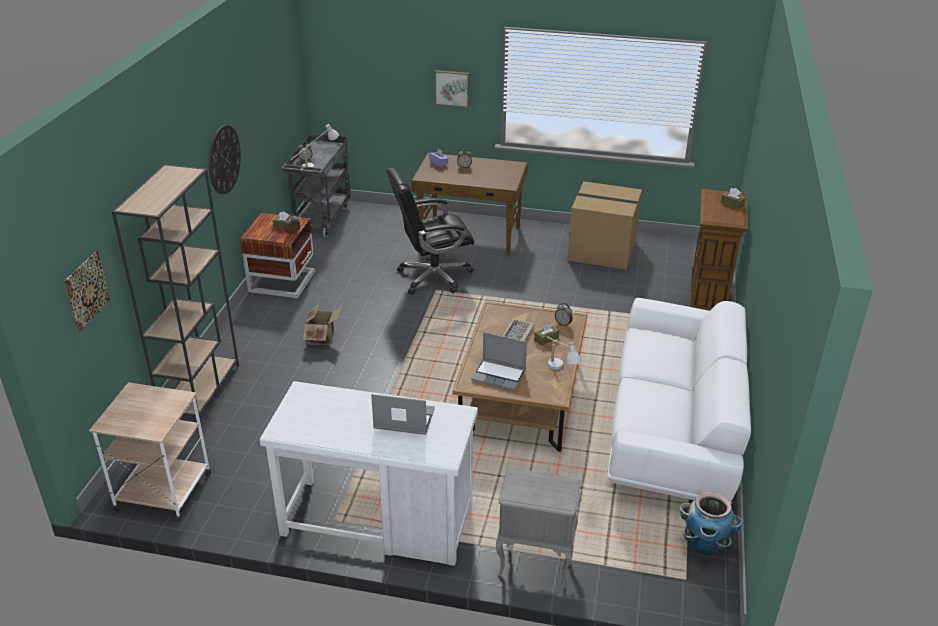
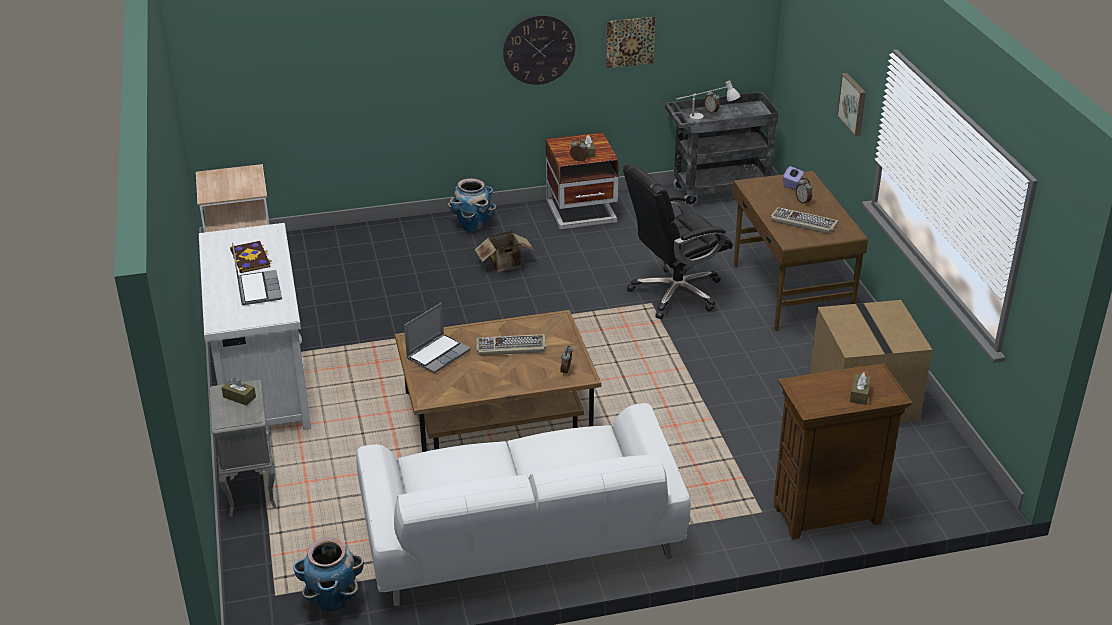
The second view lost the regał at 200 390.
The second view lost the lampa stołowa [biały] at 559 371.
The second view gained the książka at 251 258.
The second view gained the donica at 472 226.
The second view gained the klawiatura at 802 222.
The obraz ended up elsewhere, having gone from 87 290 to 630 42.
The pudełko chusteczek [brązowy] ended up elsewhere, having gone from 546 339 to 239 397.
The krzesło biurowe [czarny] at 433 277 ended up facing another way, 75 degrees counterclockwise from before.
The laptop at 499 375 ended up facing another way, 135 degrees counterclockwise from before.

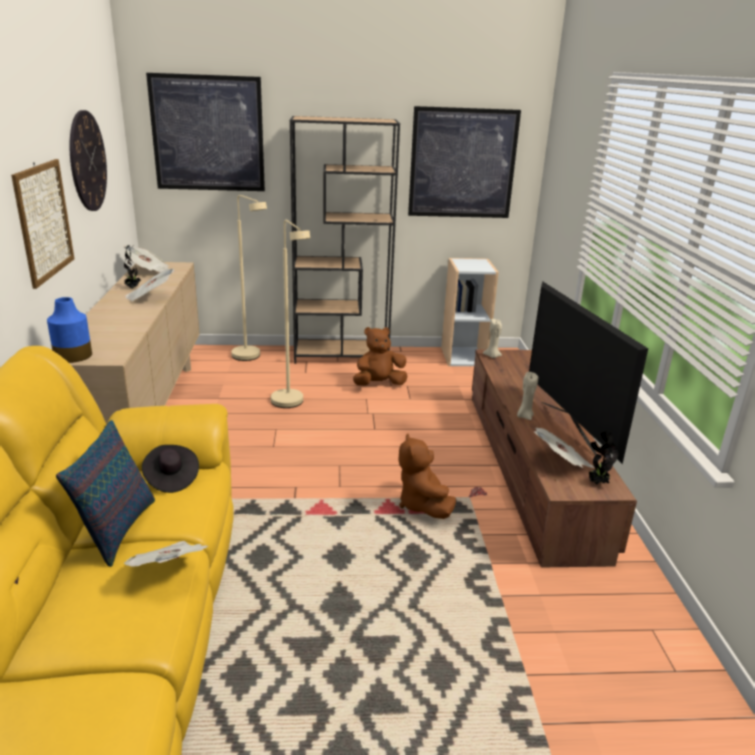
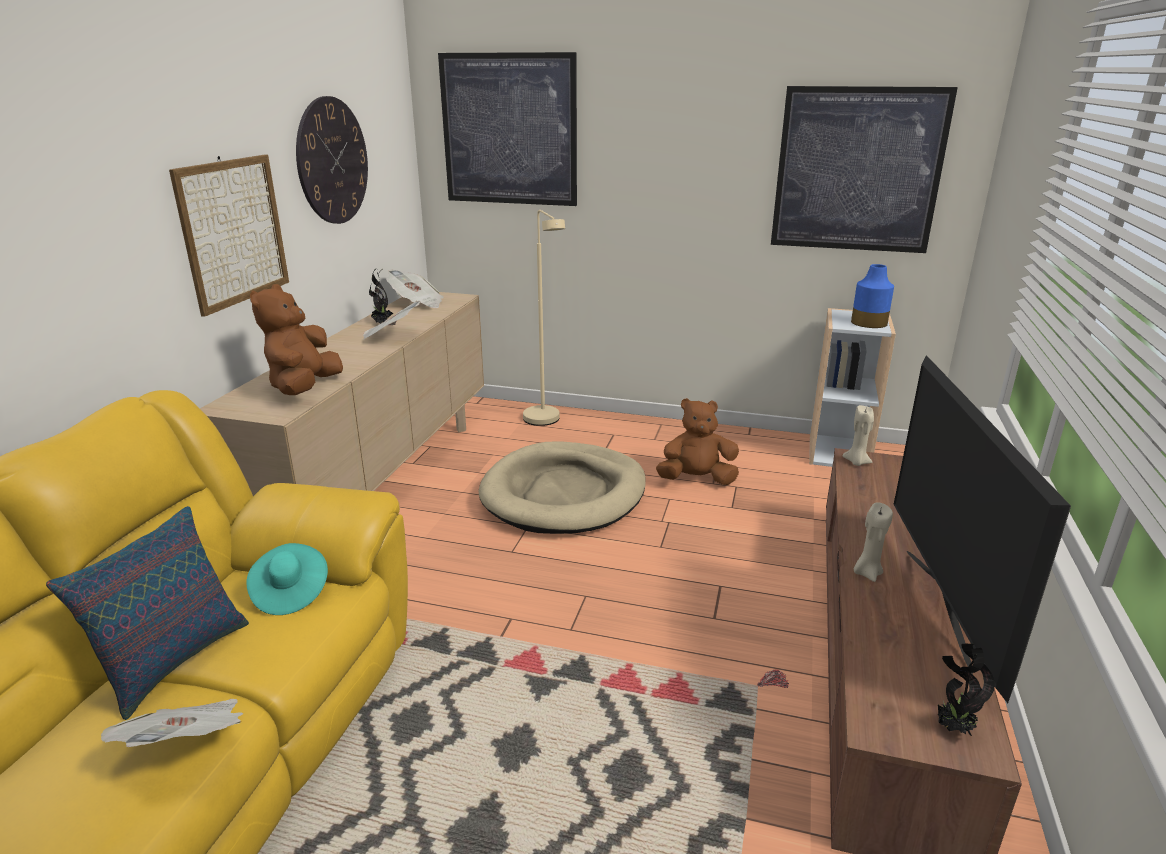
The second view lost the regał at 342 355.
The second view lost the gazeta at 561 463.
The wazon [niebieski] ended up elsewhere, having gone from 73 355 to 869 322.
The pluszak [brązowy] ended up elsewhere, having gone from 422 505 to 304 388.
Where the lampa stojąca [beżowy] stood at 291 404, the legowisko [beżowy] came to stand at 564 493.
What was the kapelusz [czarny] at 171 478 turned into the kapelusz [turkusowy] at 290 593.

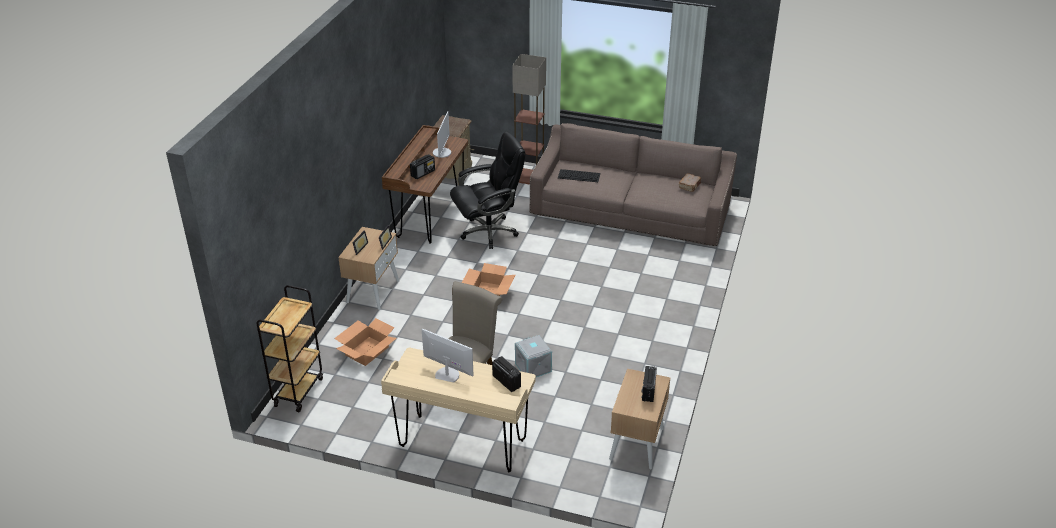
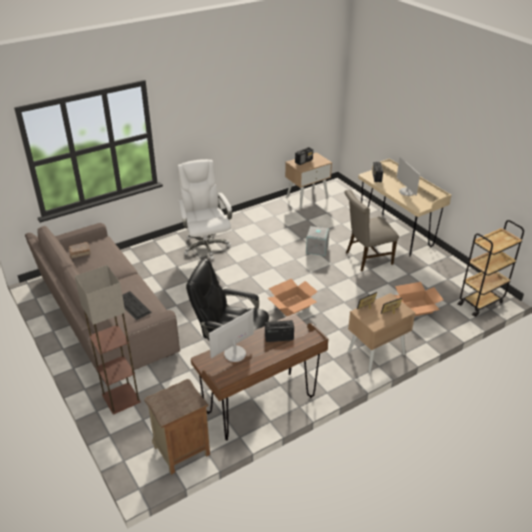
The second view gained the krzesło biurowe [biały] at 206 246.

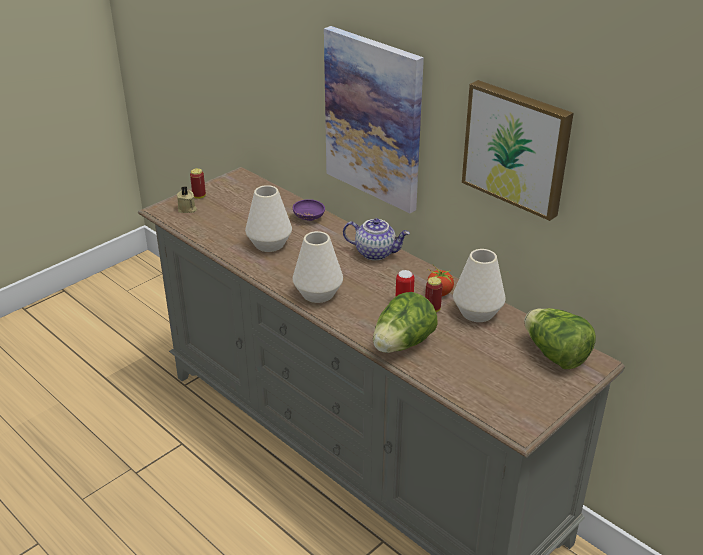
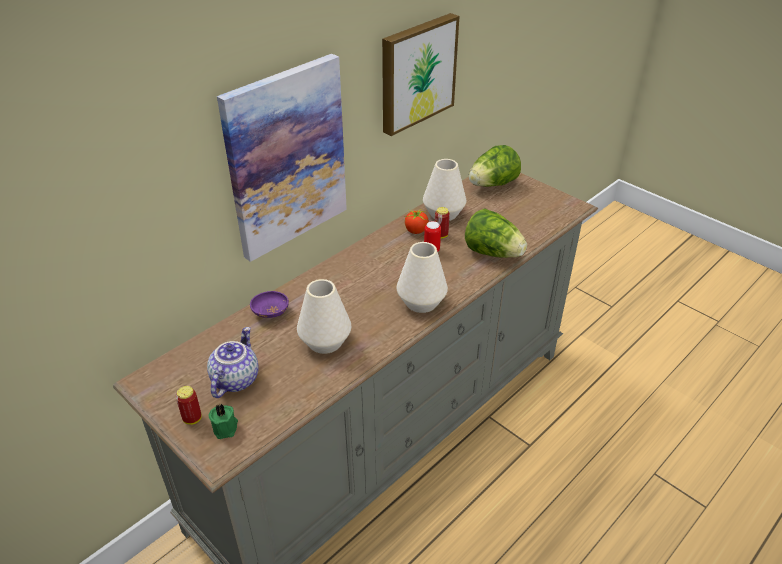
The imbryk ended up elsewhere, having gone from 376 252 to 234 379.
What was the świeca [beżowy] at 187 209 turned into the świeca [zielony] at 226 428.

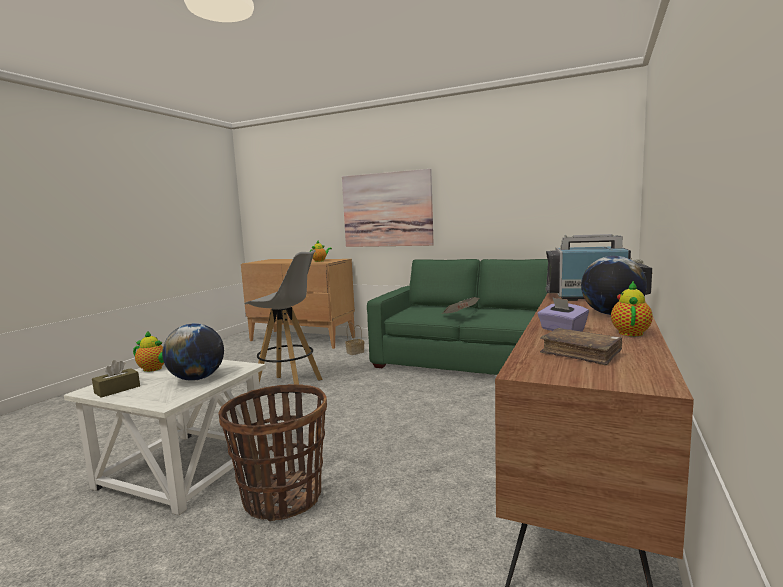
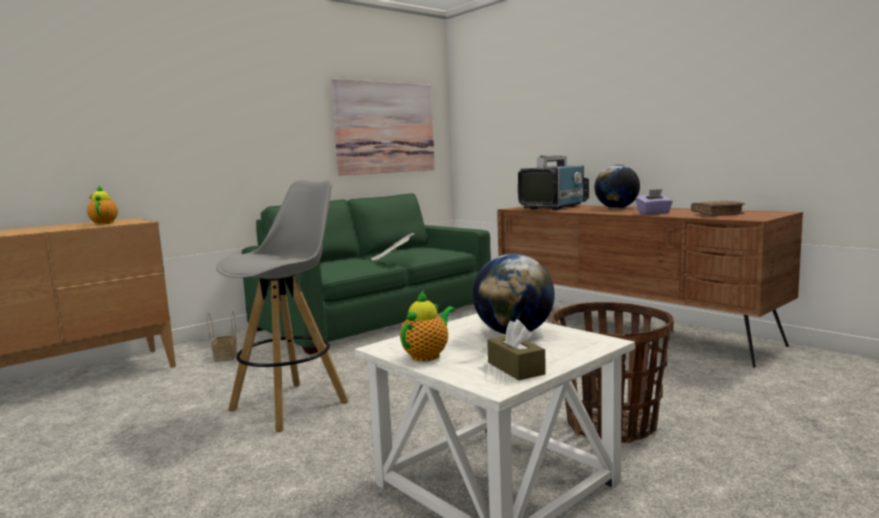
The second view lost the imbryk at 630 332.
The obraz ended up elsewhere, having gone from 387 209 to 385 128.

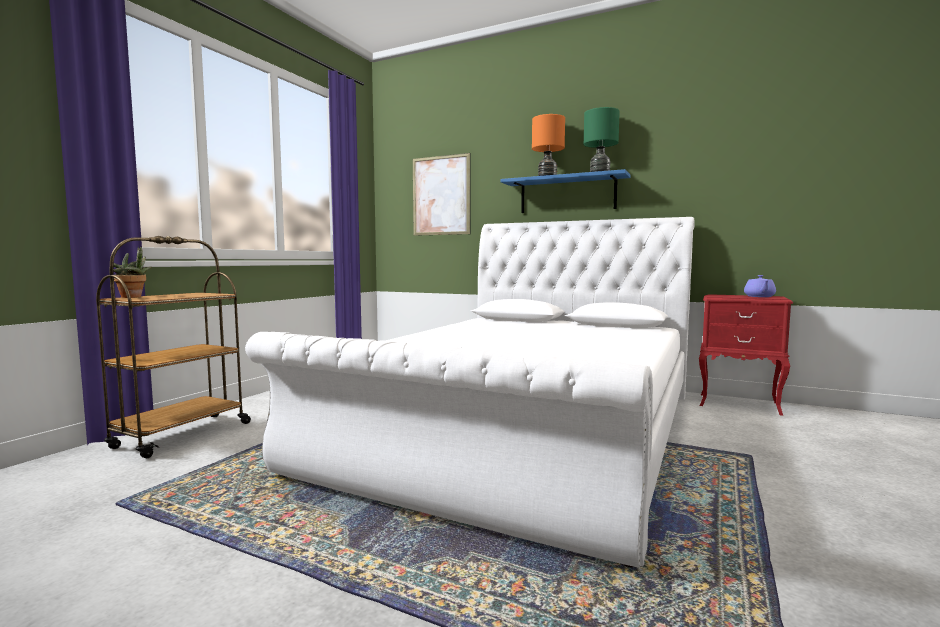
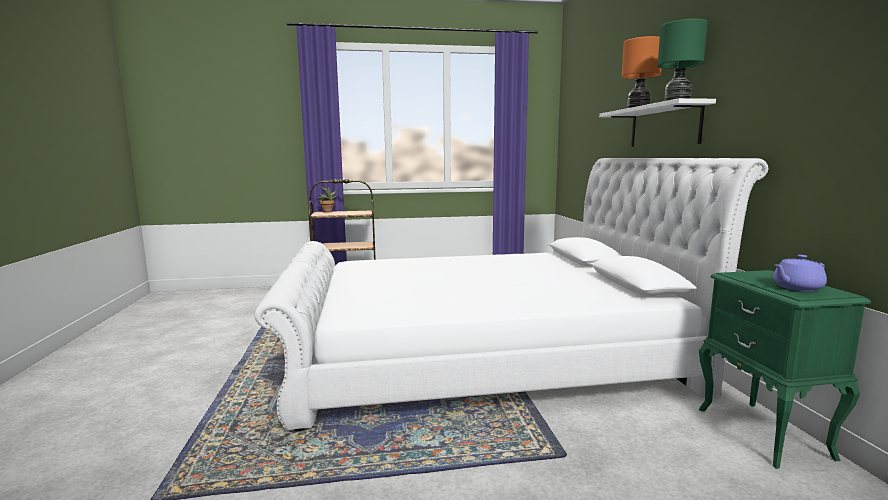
The second view lost the obraz at 441 195.
What was the półka [niebieski] at 567 195 turned into the półka [biały] at 664 126.
What was the szafka nocna [czerwony] at 739 404 turned into the szafka nocna [zielony] at 763 433.

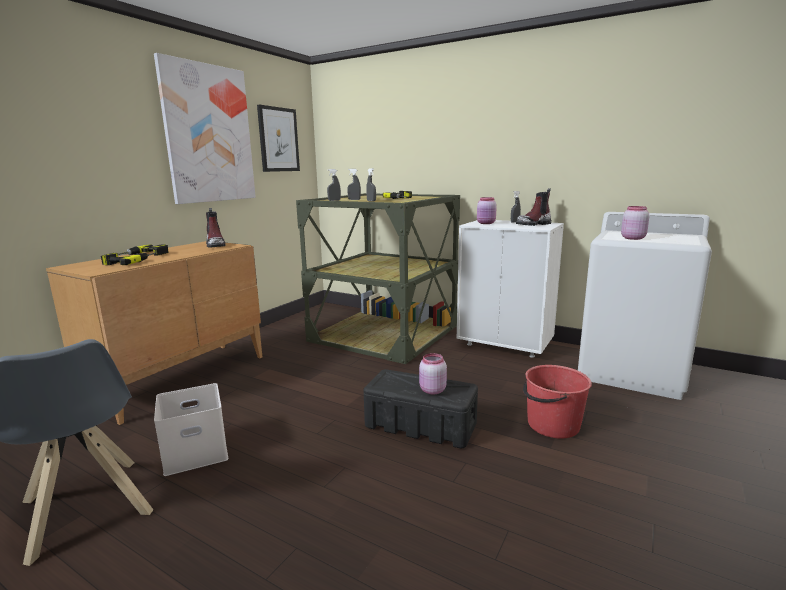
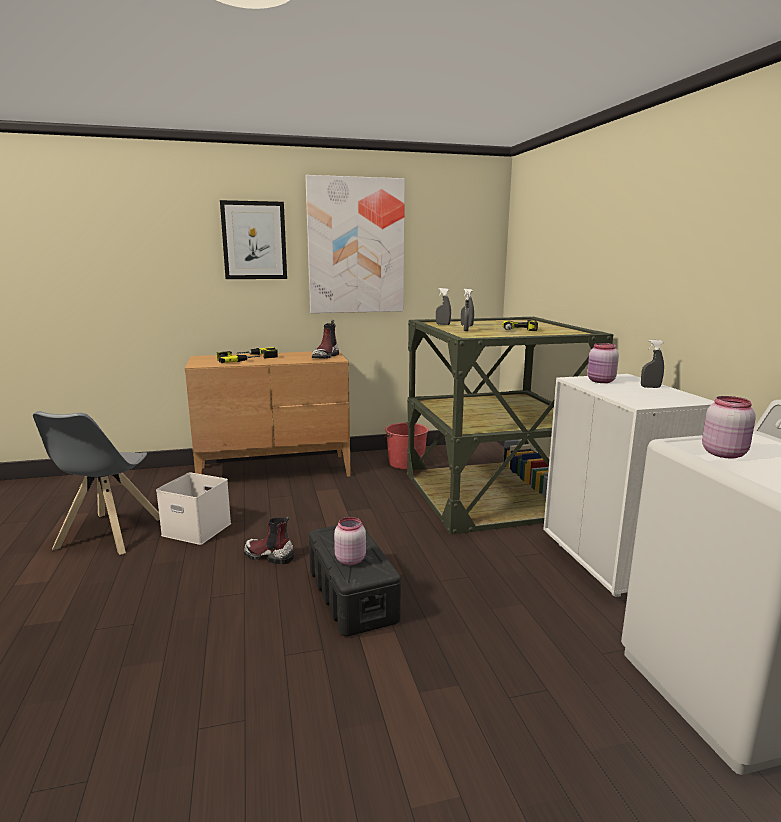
The obraz ended up elsewhere, having gone from 278 139 to 254 240.
The but z cholewką ended up elsewhere, having gone from 534 224 to 268 556.
The wiadro [czerwony] ended up elsewhere, having gone from 552 425 to 405 463.

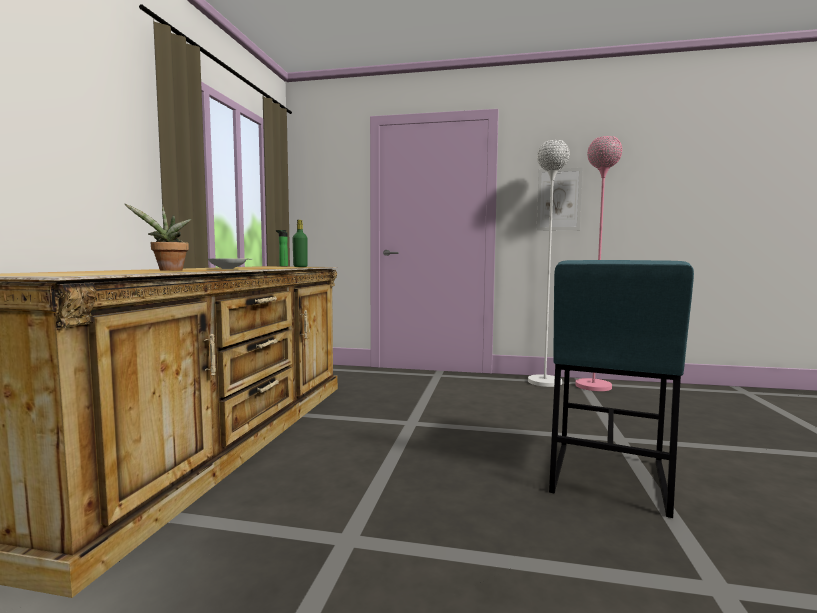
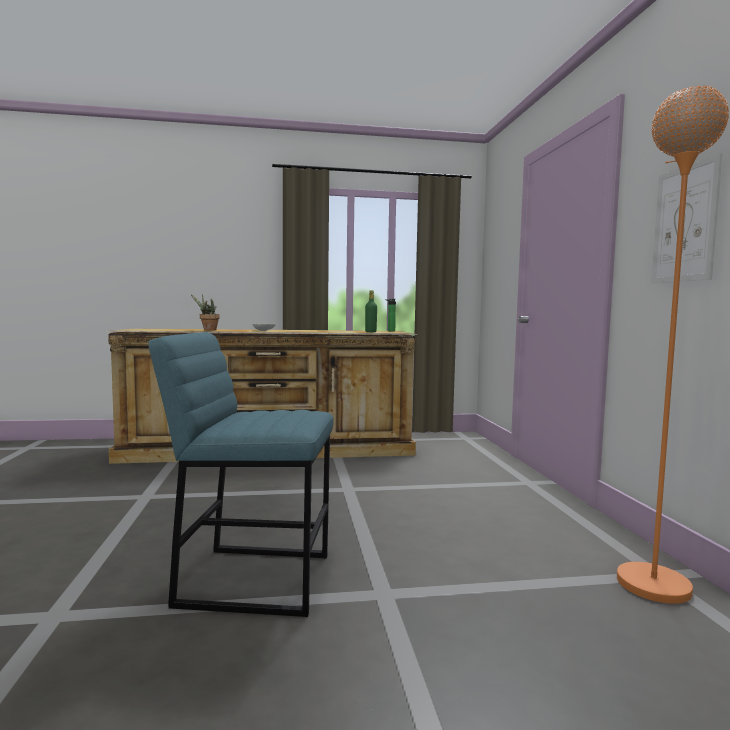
The second view lost the lampa stojąca [biały] at 545 382.
What was the lampa stojąca [różowy] at 593 386 turned into the lampa stojąca [pomarańczowy] at 652 585.

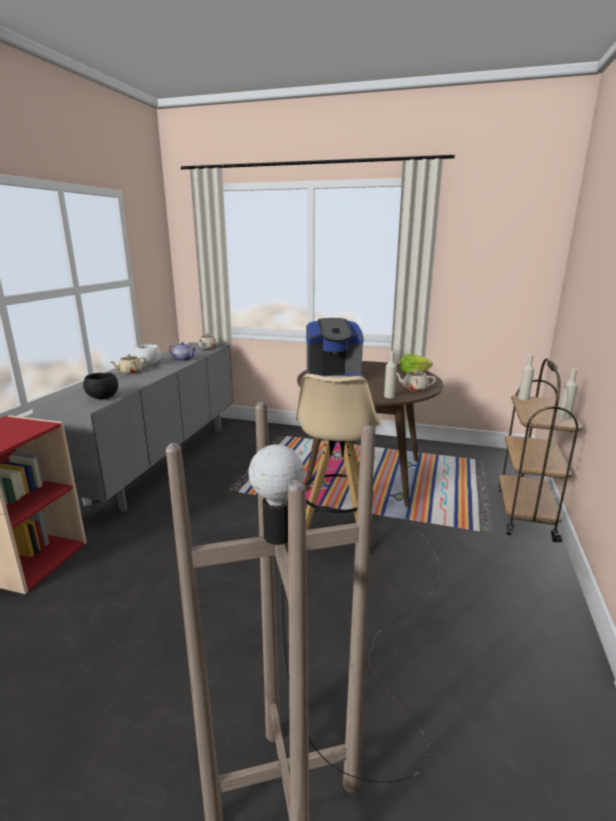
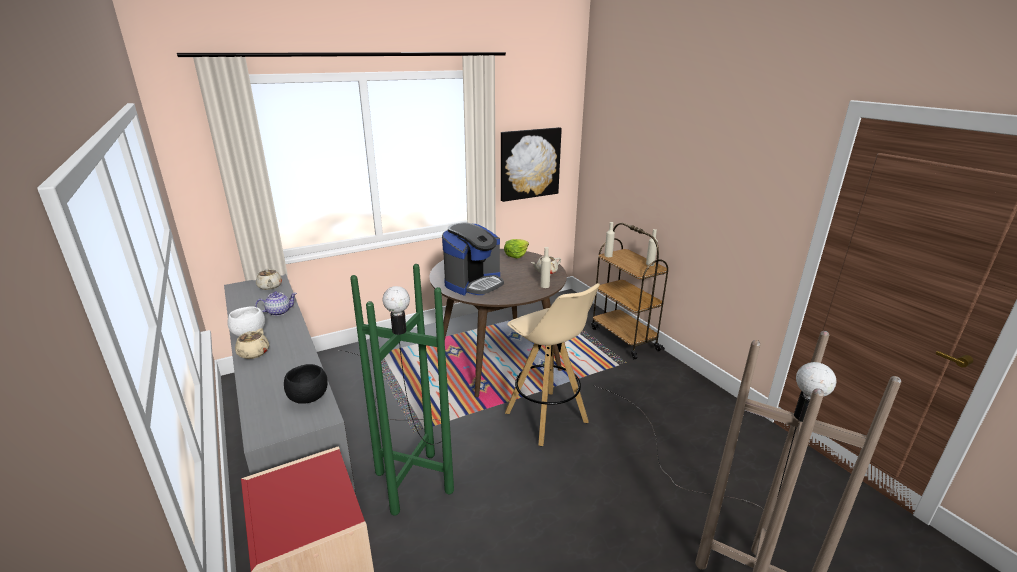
The second view gained the lampa stojąca [zielony] at 403 438.
The second view gained the obraz at 529 163.

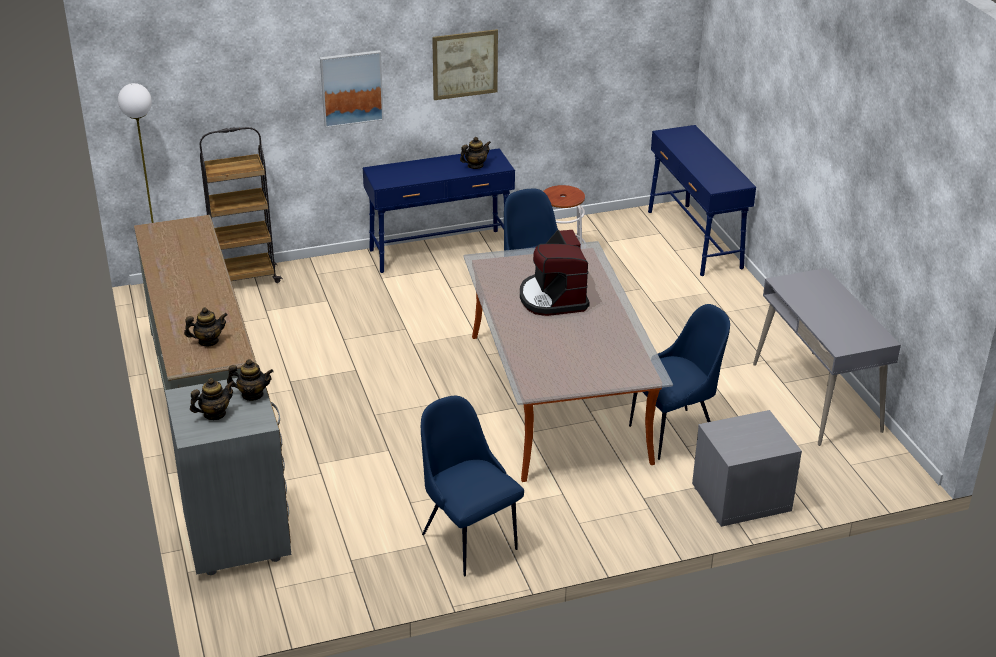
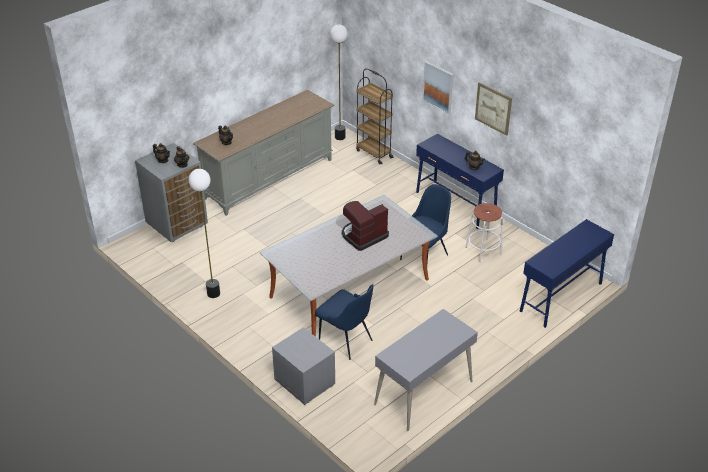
Where the krzesło [niebieski] stood at 468 541, the lampa stojąca came to stand at 214 293.

